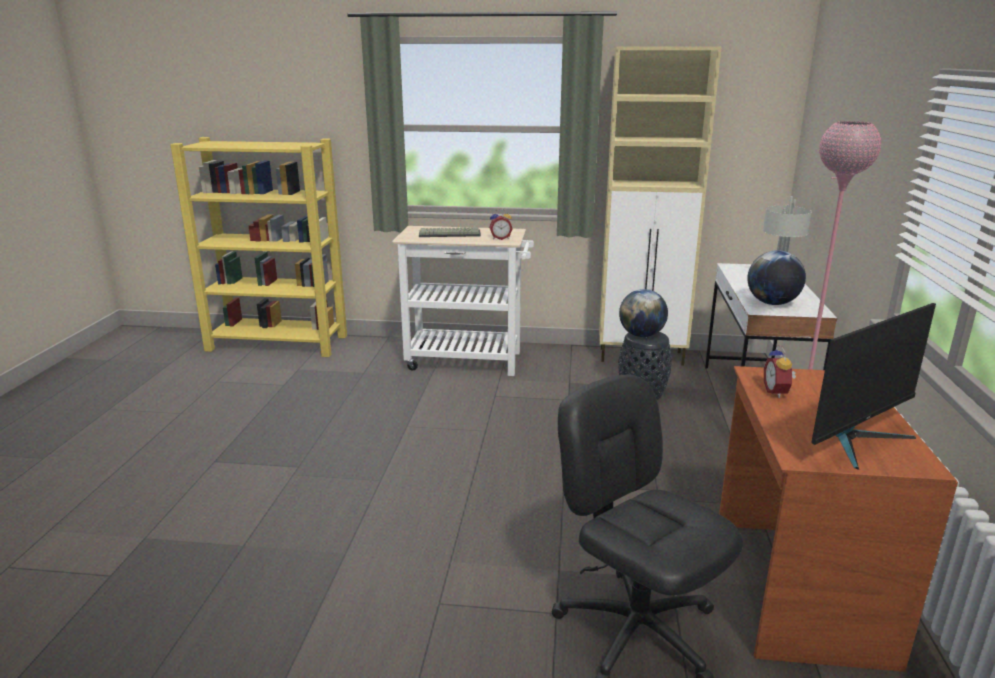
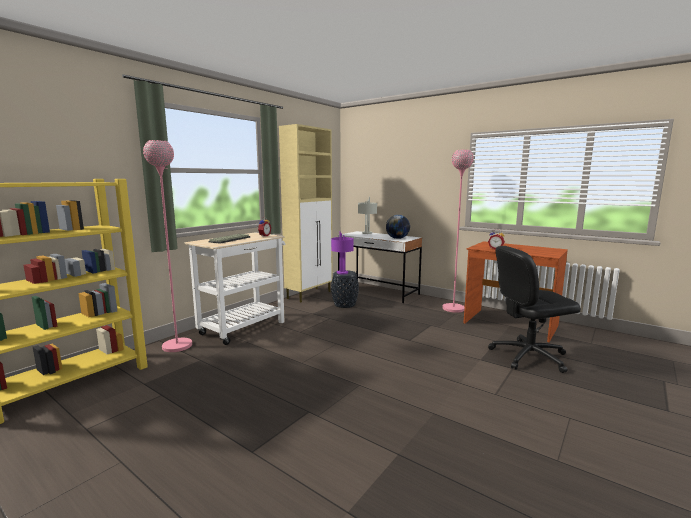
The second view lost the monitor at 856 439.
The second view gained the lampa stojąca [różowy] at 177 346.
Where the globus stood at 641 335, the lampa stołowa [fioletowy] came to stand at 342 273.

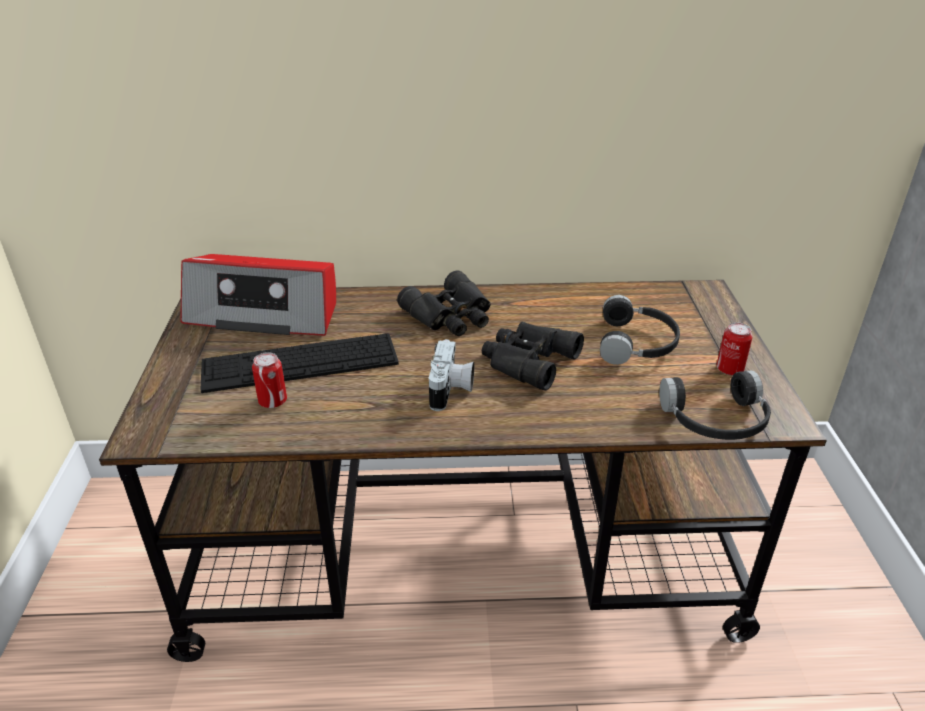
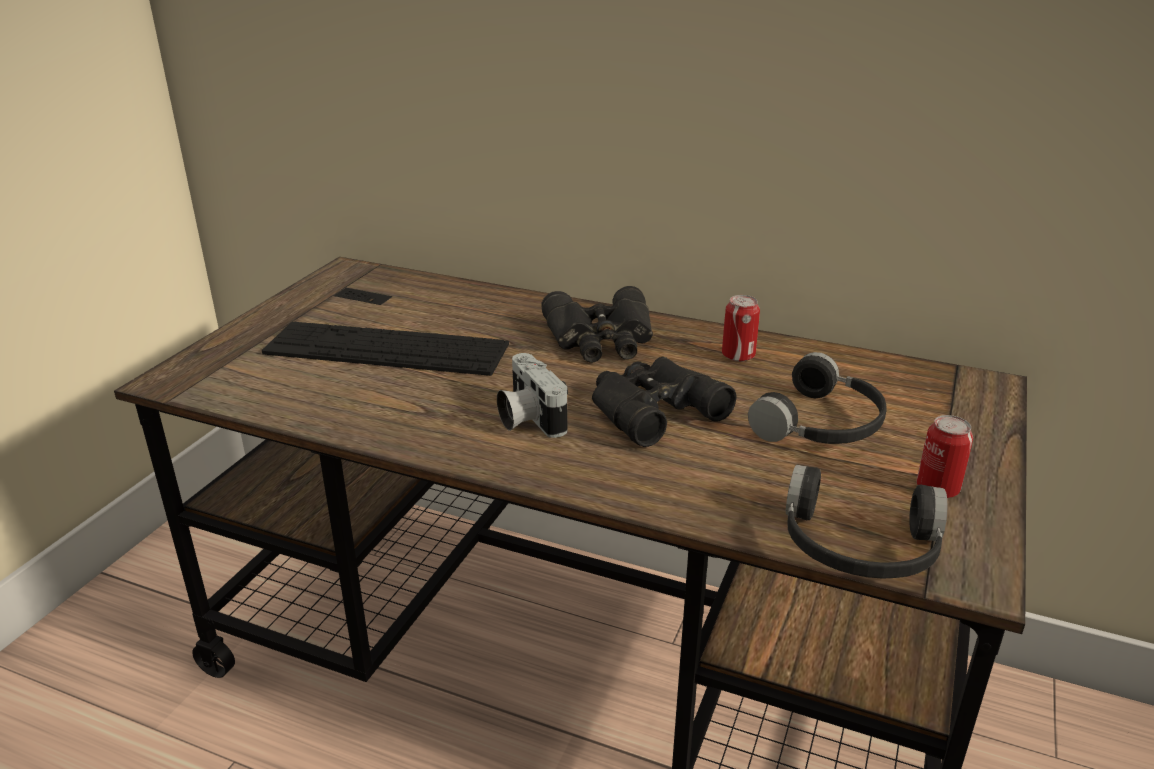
The second view lost the radio at 265 312.
The puszka ended up elsewhere, having gone from 273 401 to 738 356.
The aparat fotograficzny at 451 390 ended up facing another way, 120 degrees clockwise from before.

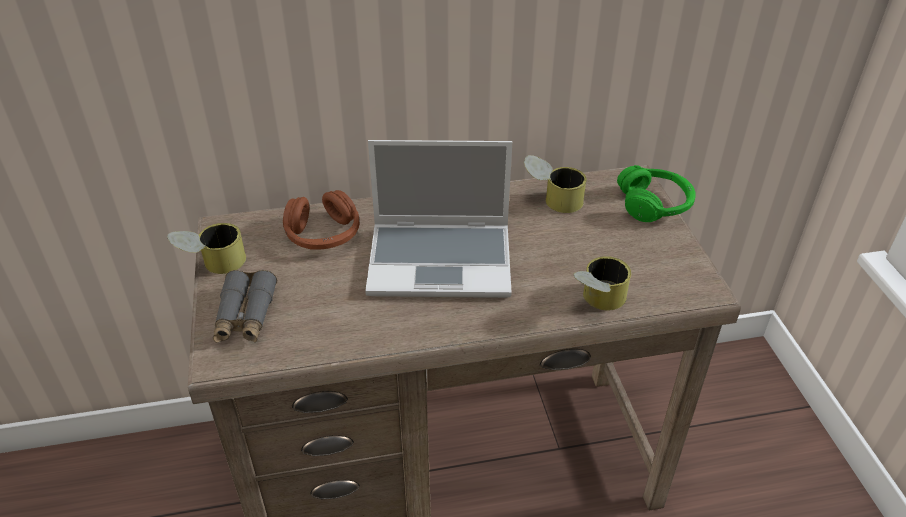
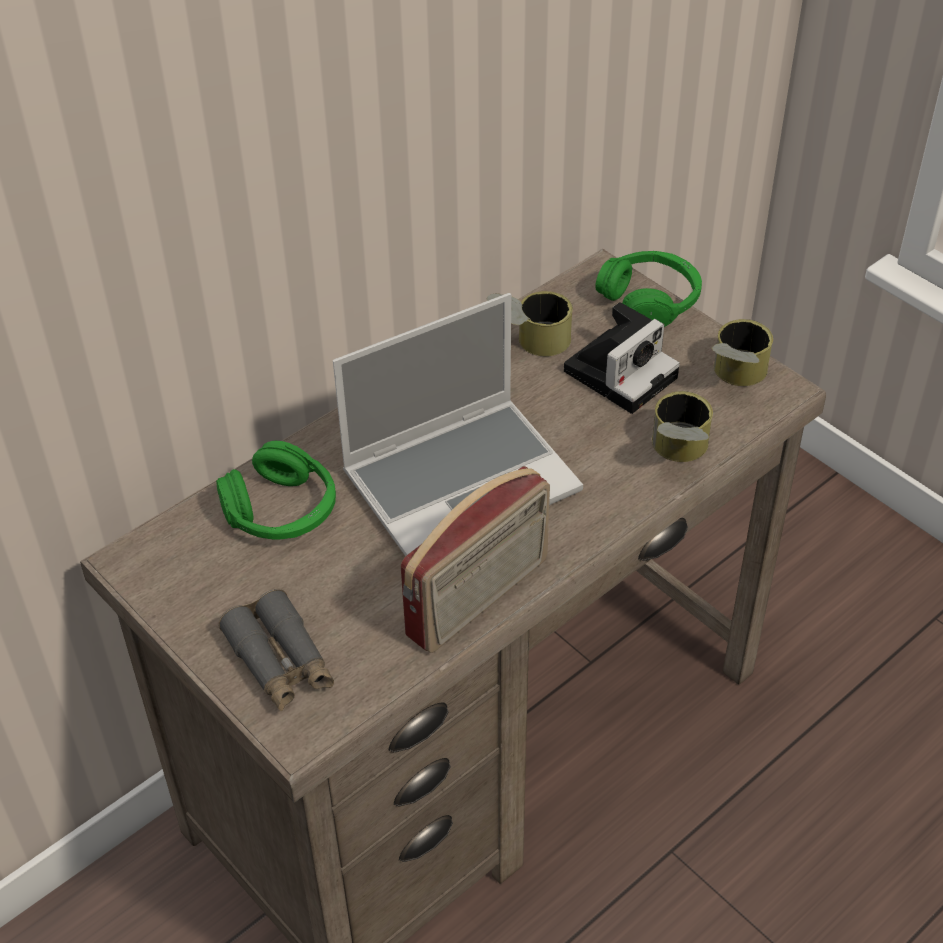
The second view gained the radio at 480 599.
The second view gained the aparat fotograficzny at 621 371.
The puszka ended up elsewhere, having gone from 212 265 to 735 378.
What was the słuchawki [brązowy] at 323 235 turned into the słuchawki [zielony] at 281 510.

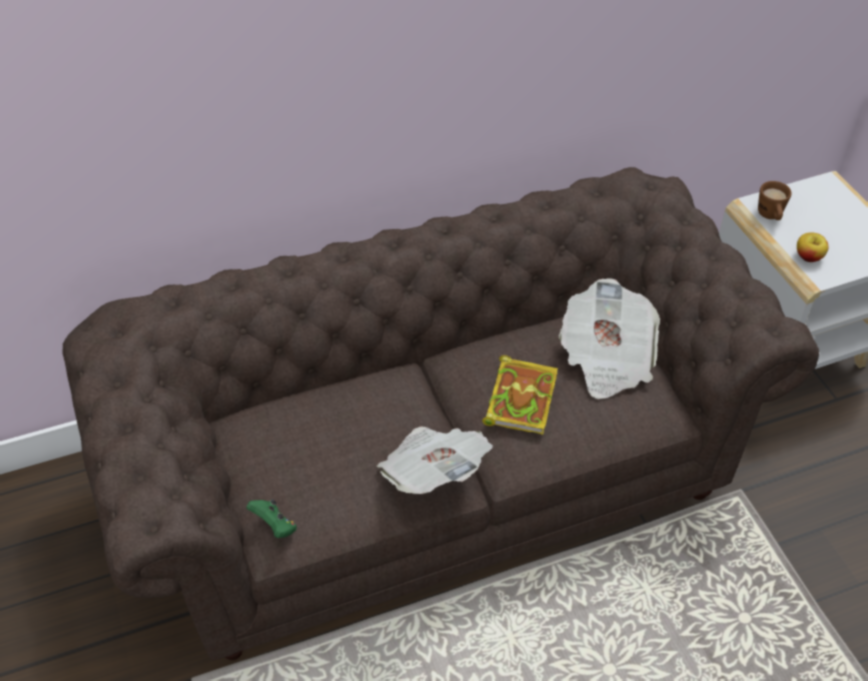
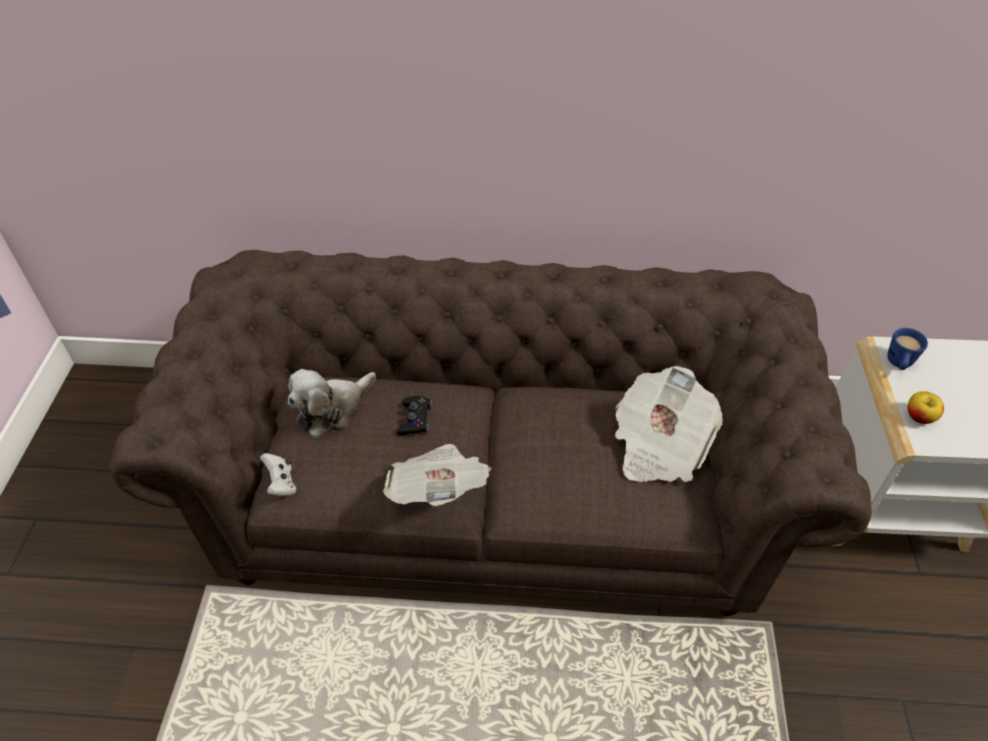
The second view lost the książka at 520 397.
The second view gained the pluszak at 332 410.
The second view gained the pad do gier [czarny] at 415 419.
What was the pad do gier [zielony] at 275 526 turned into the pad do gier [biały] at 281 483.
What was the kubek [brązowy] at 770 217 turned into the kubek [niebieski] at 898 364.

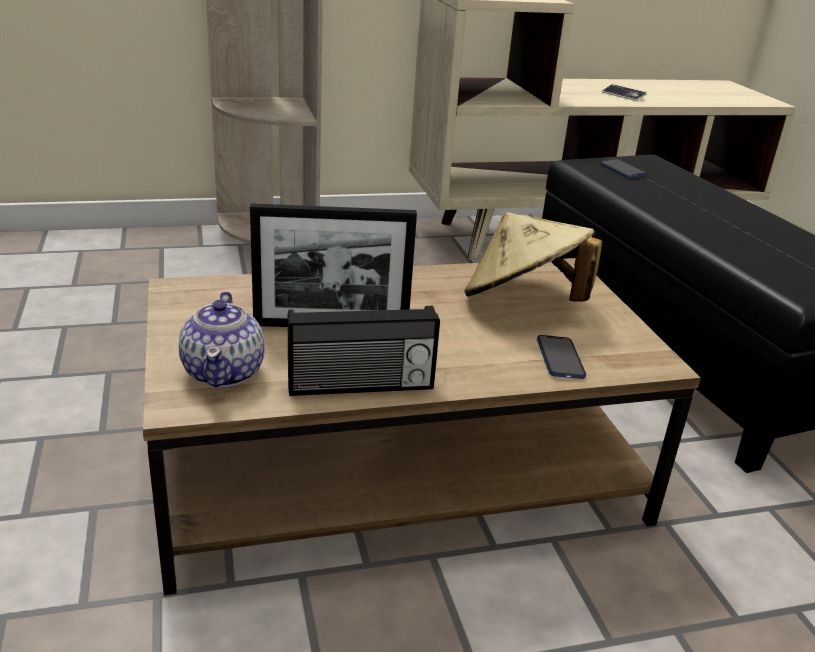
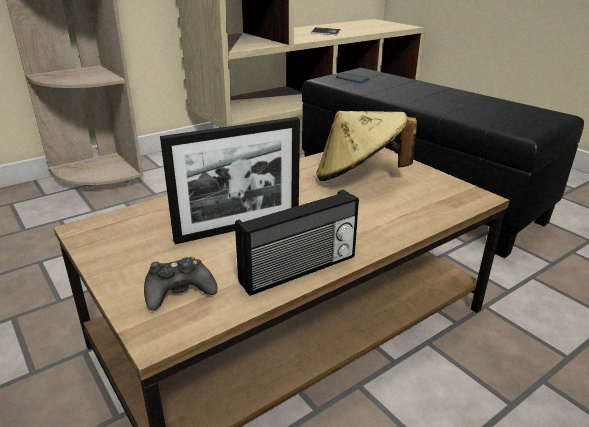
The second view lost the telefon at 560 358.
Where the imbryk stood at 224 372, the pad do gier [czarny] came to stand at 179 291.

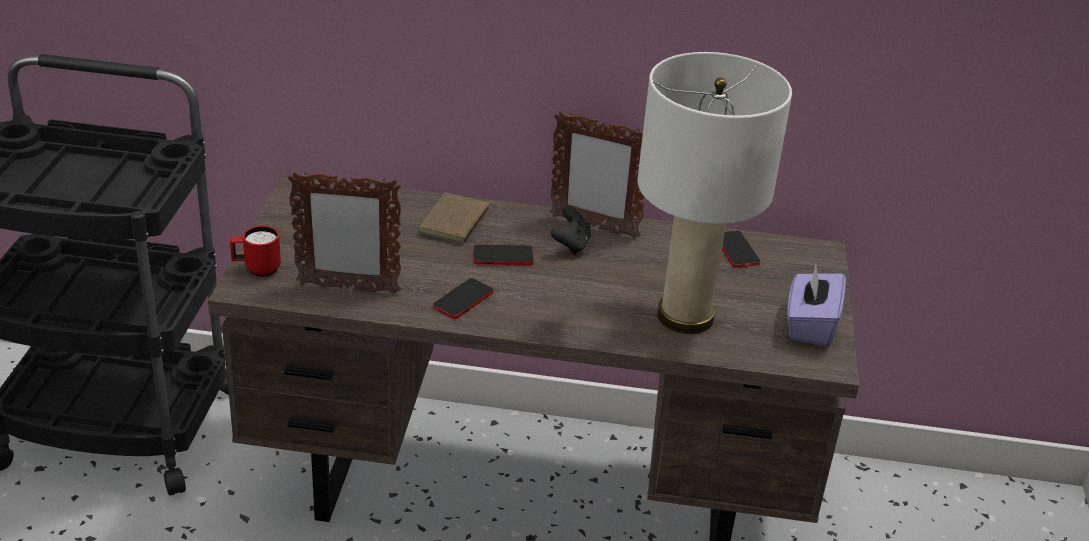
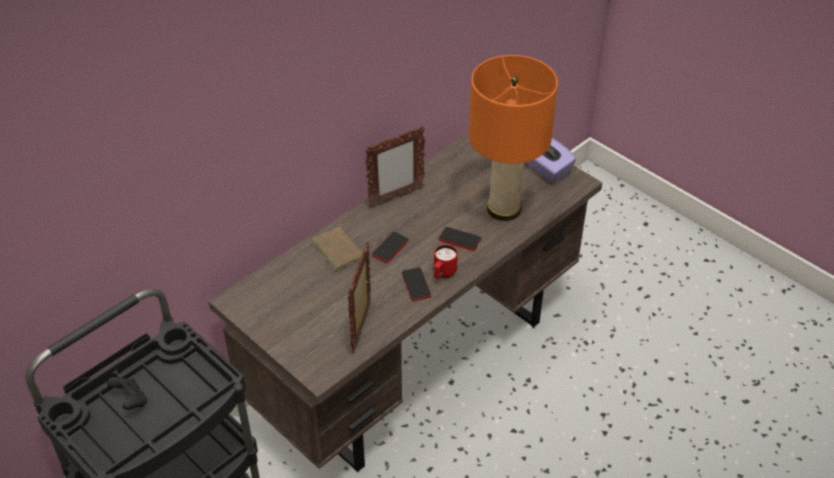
The kubek [czerwony] ended up elsewhere, having gone from 256 269 to 443 274.
The pad do gier [czarny] ended up elsewhere, having gone from 571 245 to 131 401.
The telefon ended up elsewhere, having gone from 736 250 to 460 239.
What was the lampa stołowa [biały] at 686 317 turned into the lampa stołowa [pomarańczowy] at 504 208.
The ramka na zdjęcie at 347 288 ended up facing another way, 150 degrees clockwise from before.

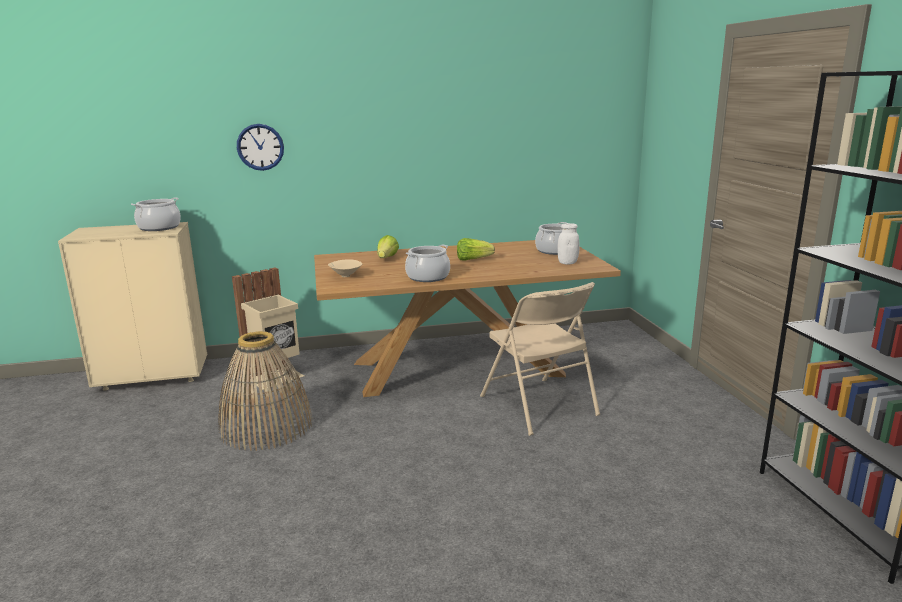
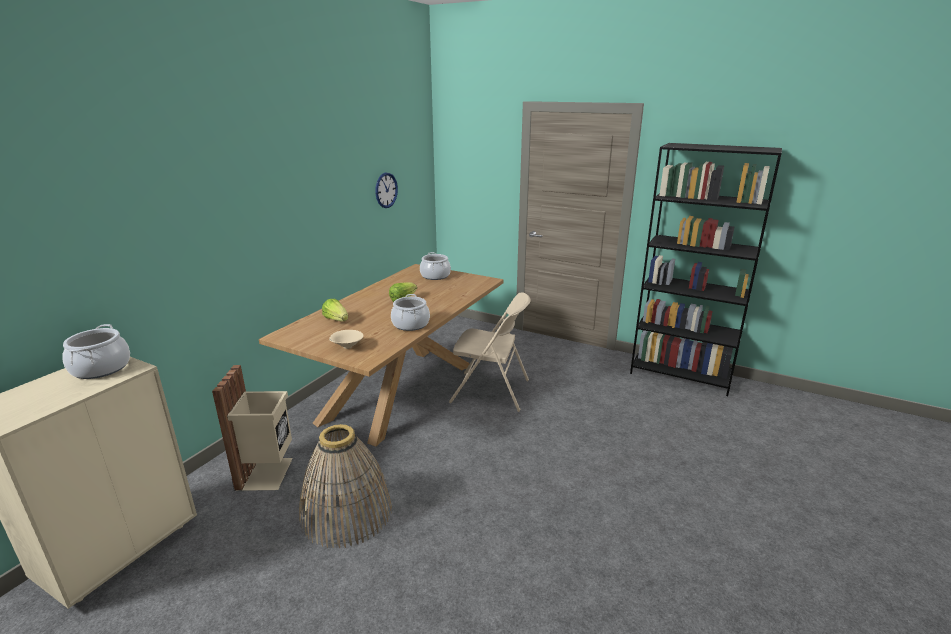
The second view lost the słoik [biały] at 567 263.
The zegar ścienny ended up elsewhere, having gone from 260 147 to 386 190.

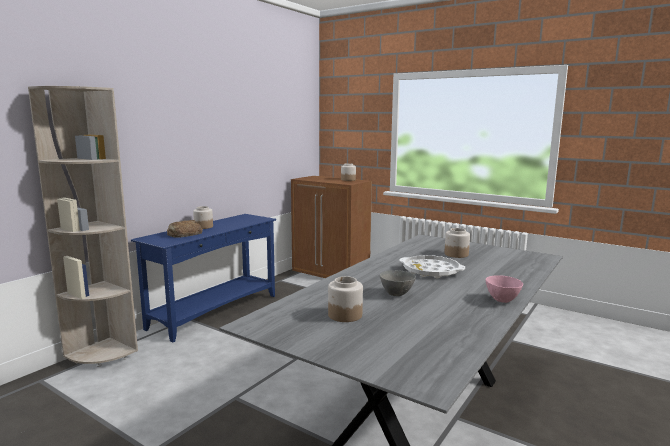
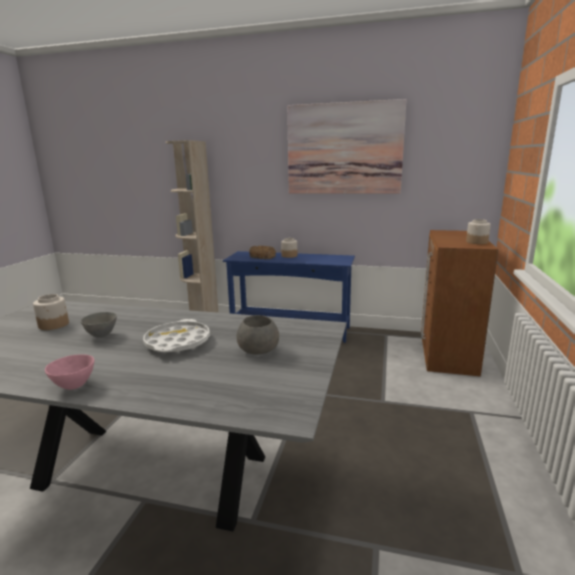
The second view gained the obraz at 344 149.
Where the słoik stood at 456 254, the miska [szary] came to stand at 258 349.

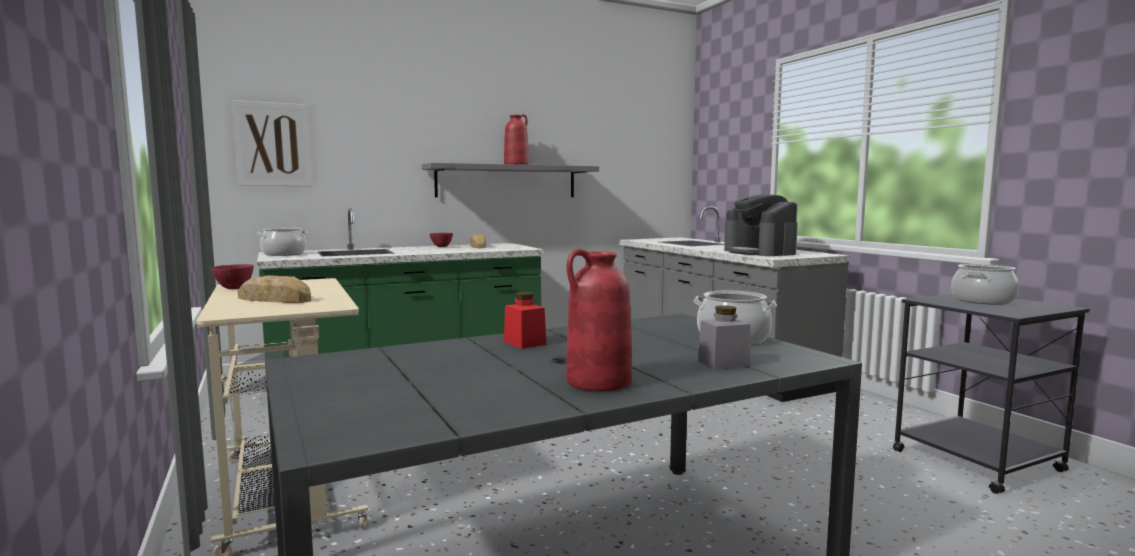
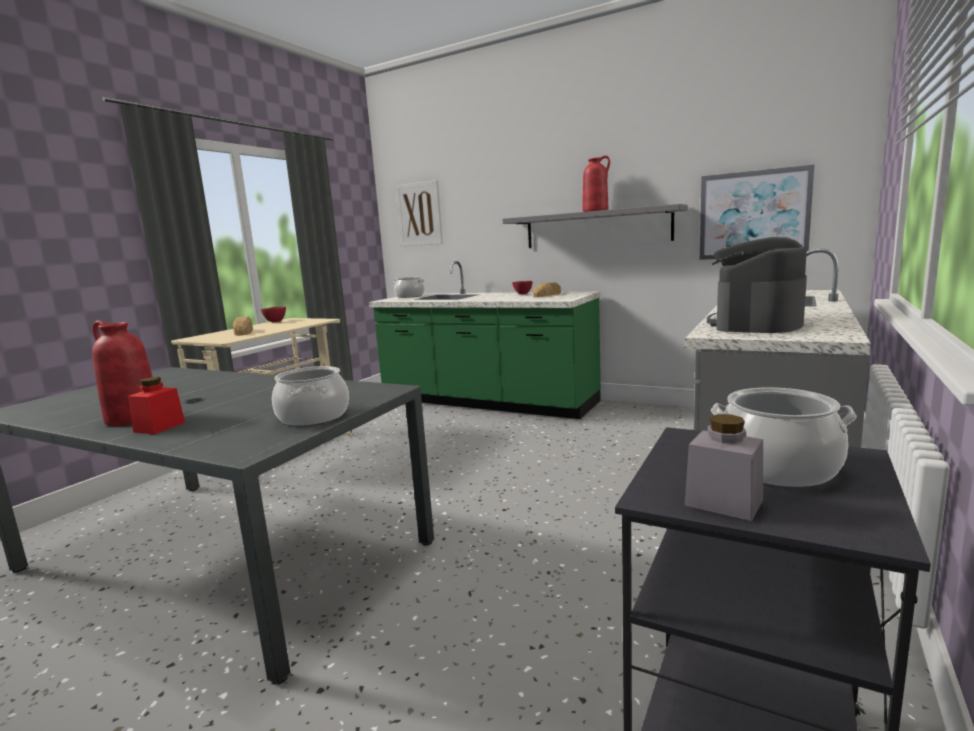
The second view gained the obraz at 753 215.
The słoik [czerwony] ended up elsewhere, having gone from 524 343 to 159 427.
The słoik [szary] ended up elsewhere, having gone from 723 363 to 723 502.

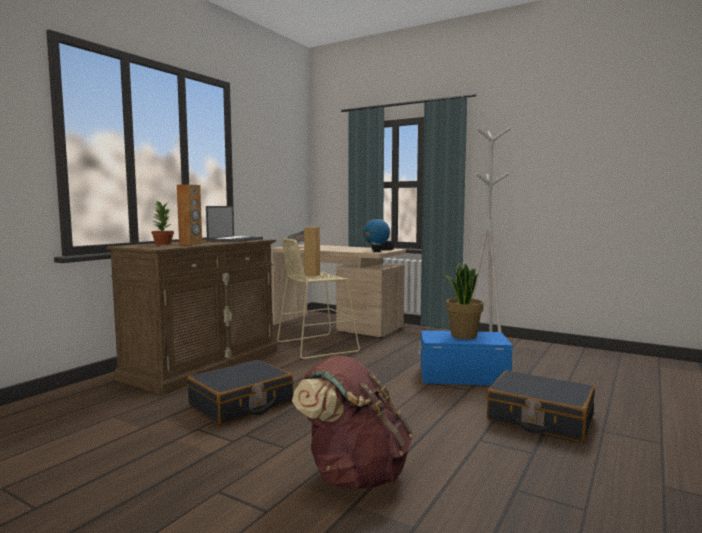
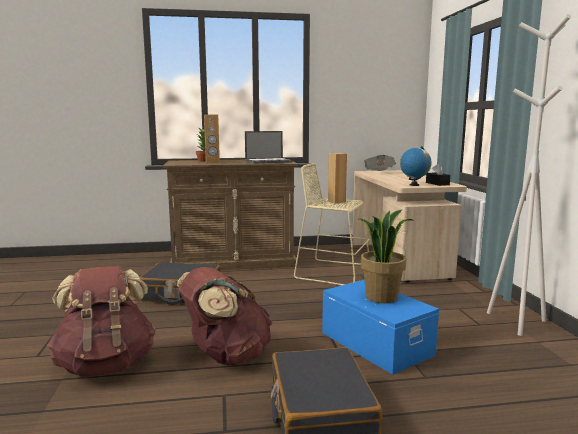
The second view gained the plecak [brązowy] at 226 356.

